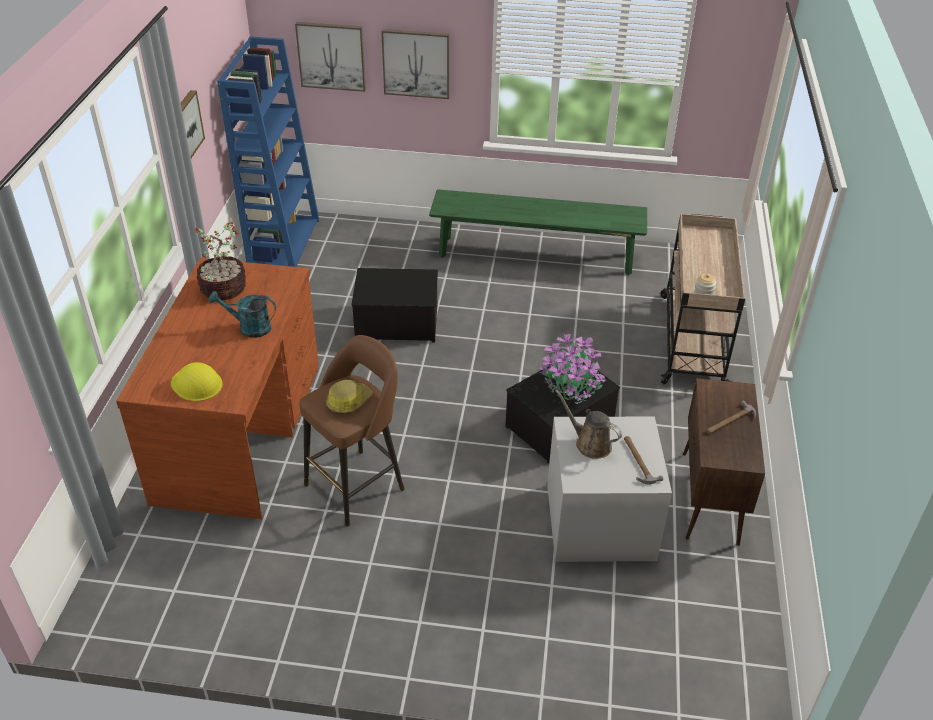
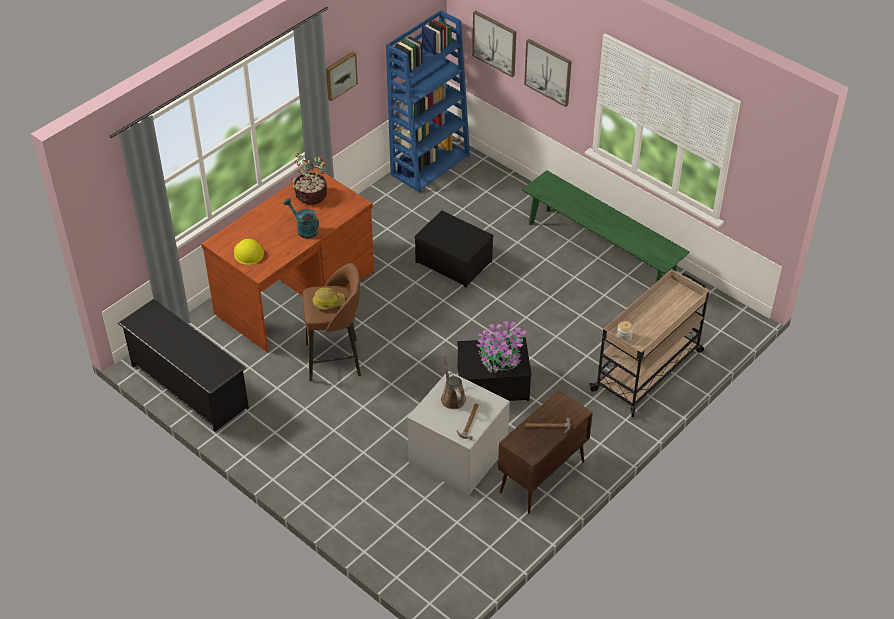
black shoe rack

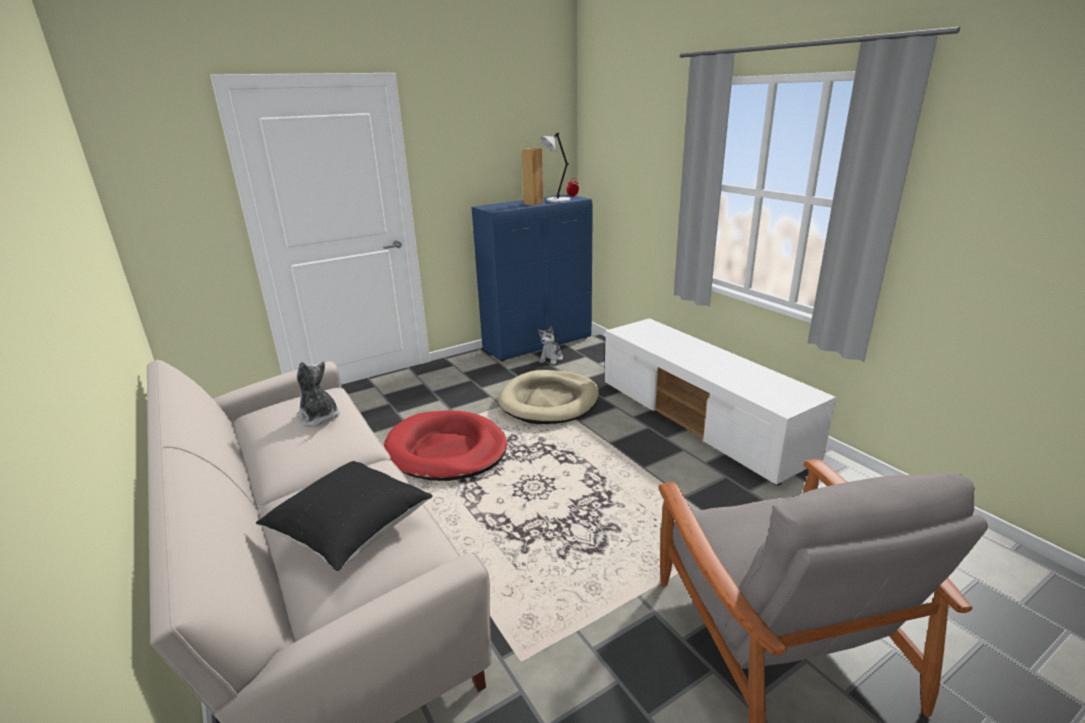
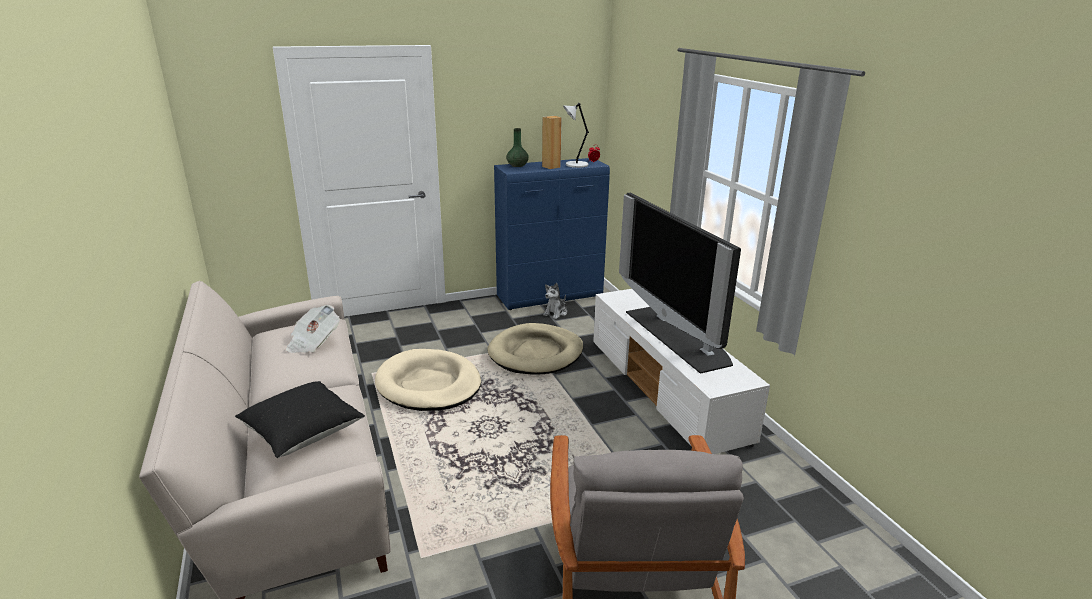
newspaper
beige dog bed (1st from left)
green vase
television

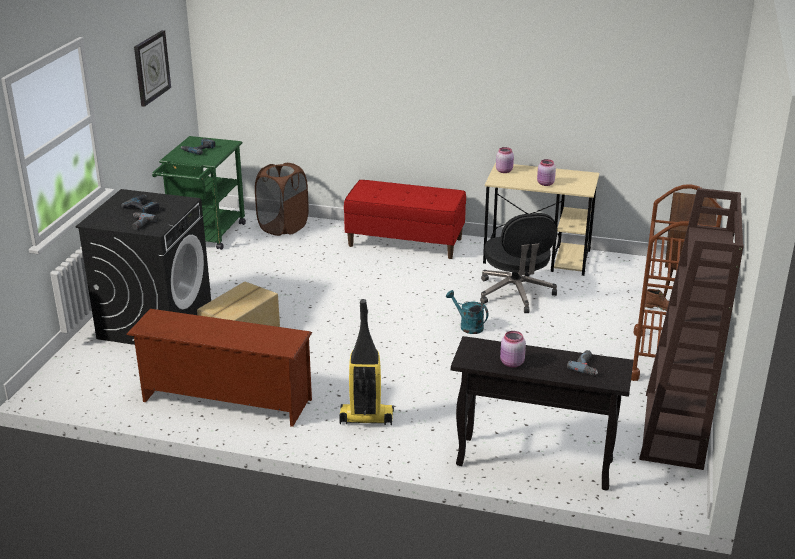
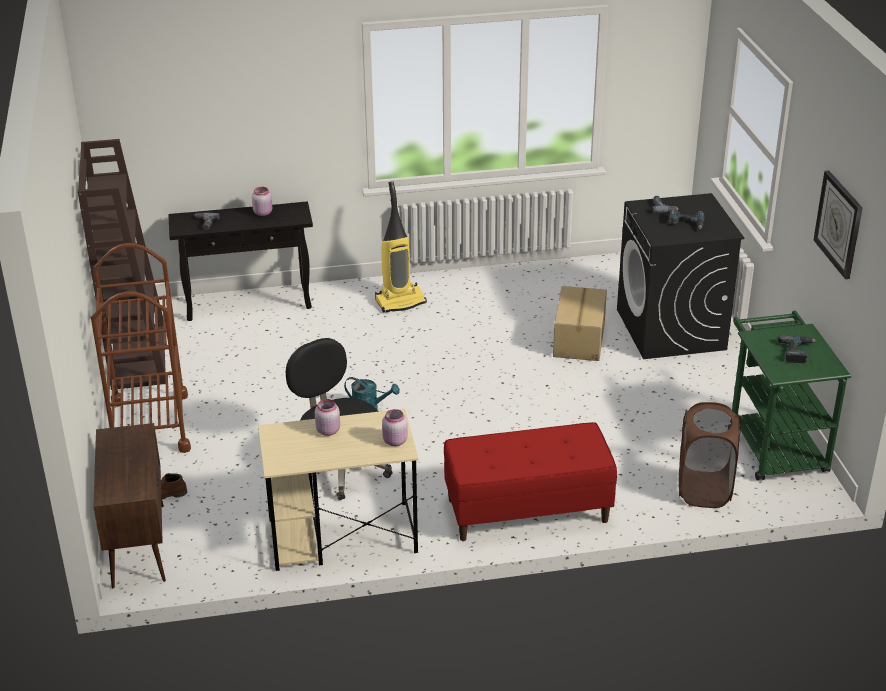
brown shoe rack

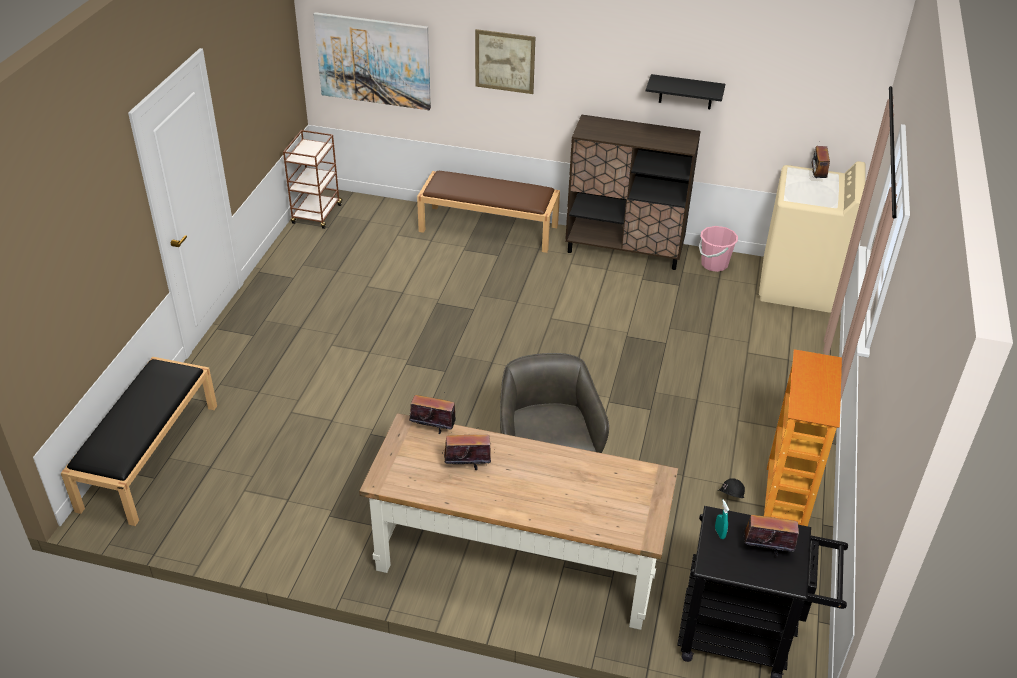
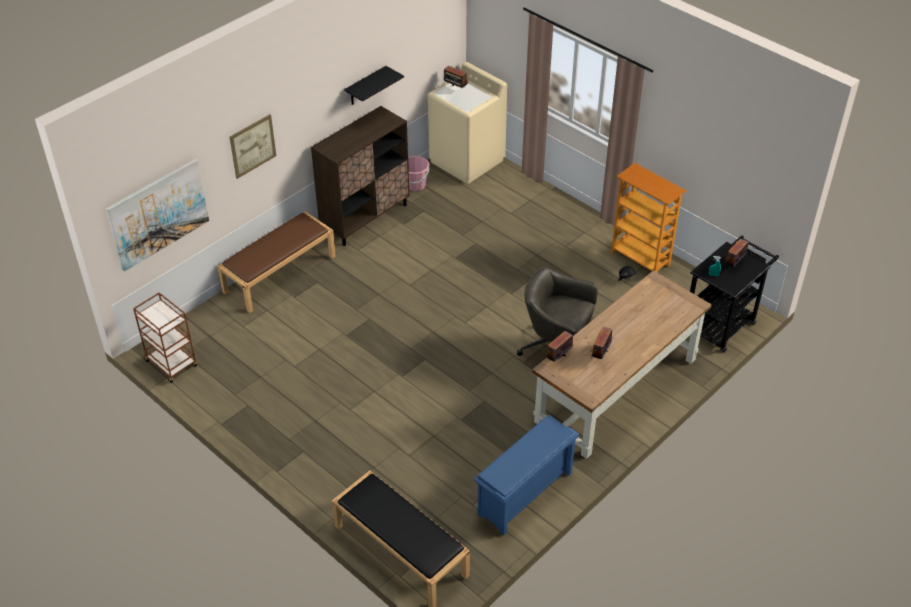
blue shoe rack

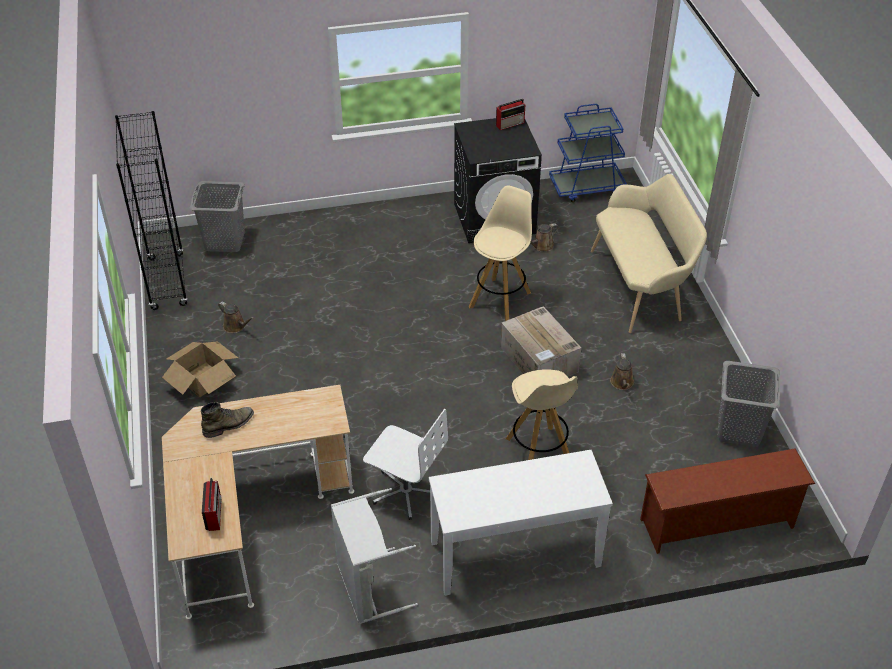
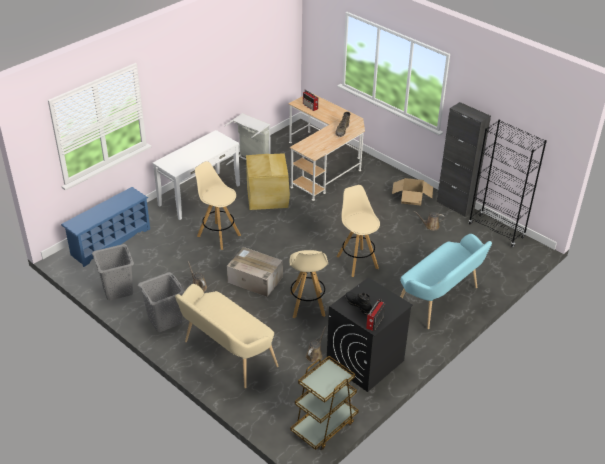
brown cart
grey laundry basket (2nd from left)
beige storage box
blue shoe rack
black cabinet
beige stool (3rd from left)
turquoise bench
black boot

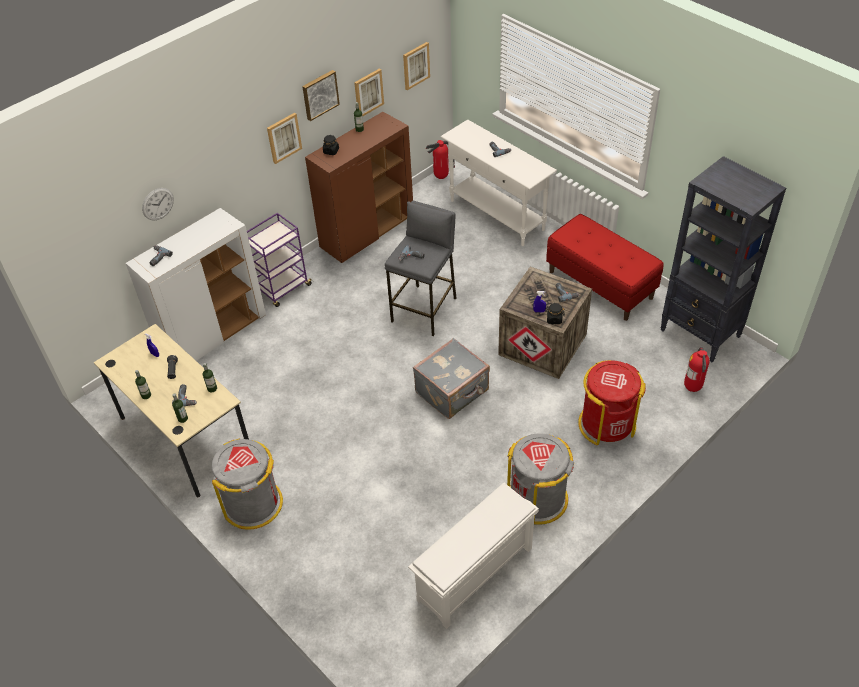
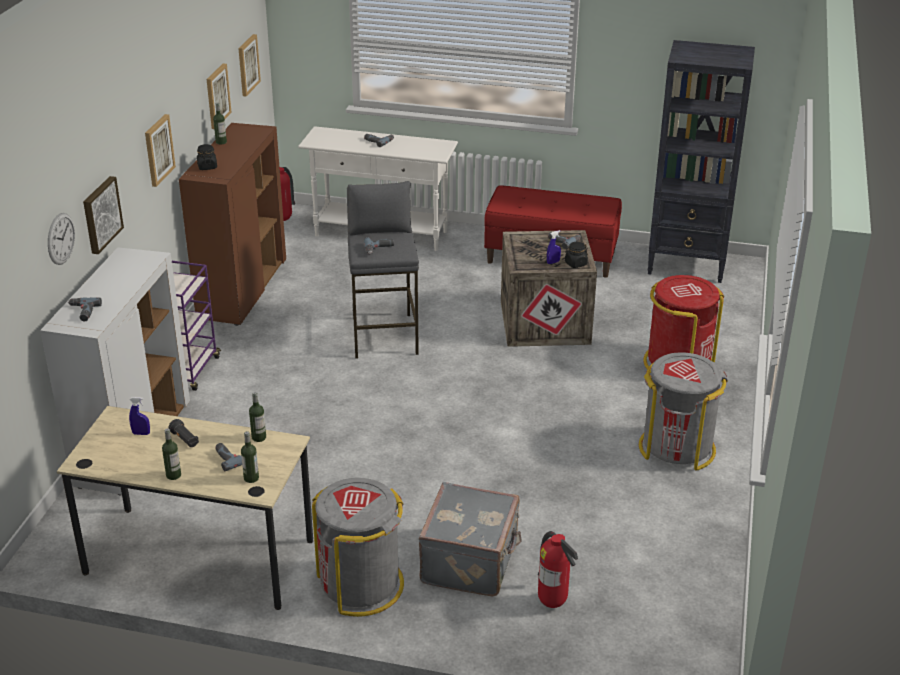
picture (1st from left)
grey suitcase
fire extinguisher (2nd from left)
white shoe rack

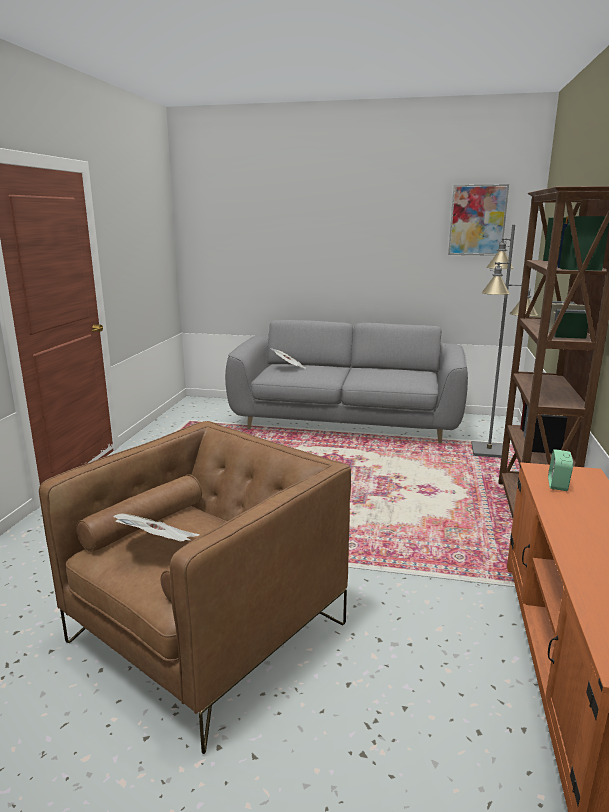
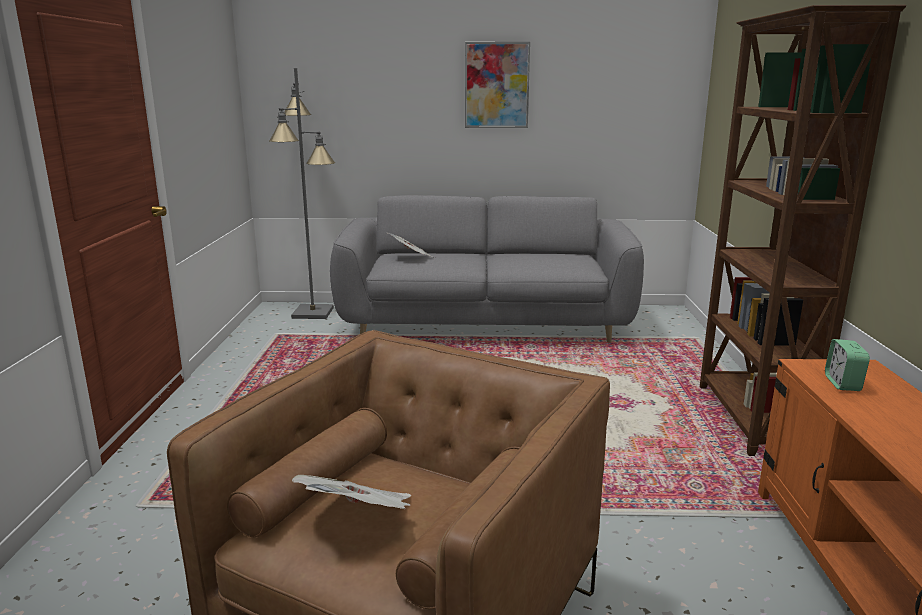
picture
grey floor lamp

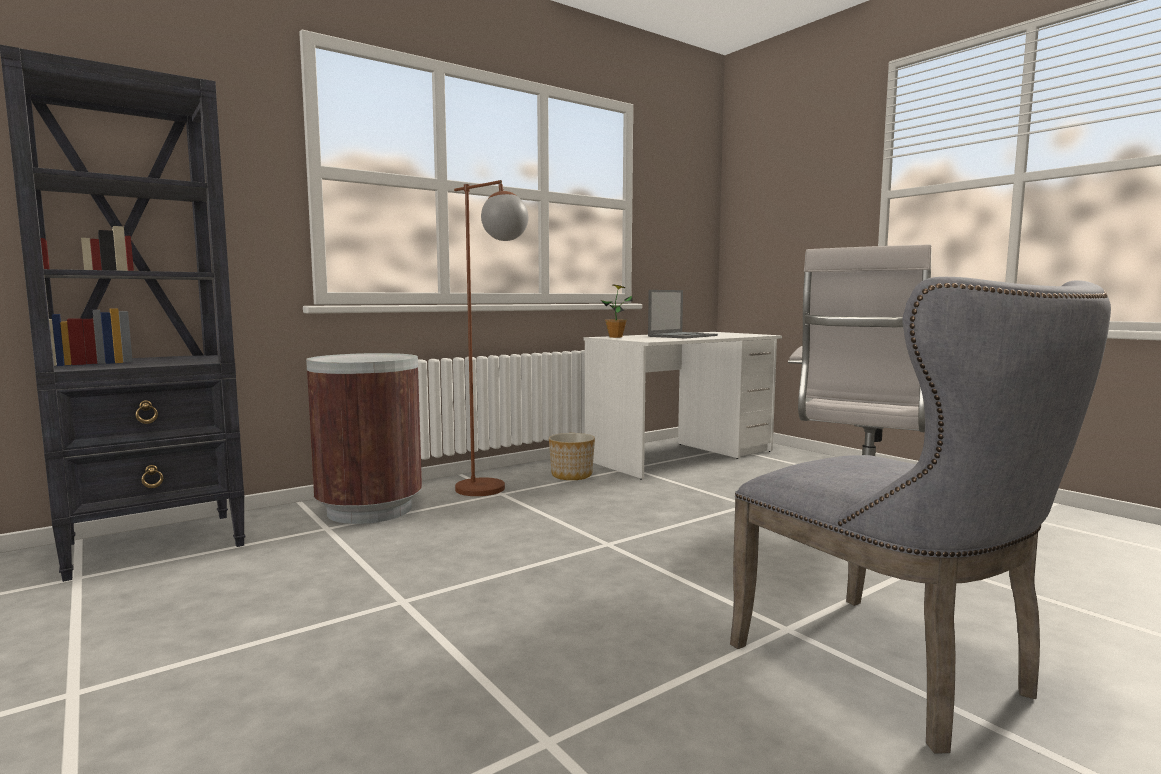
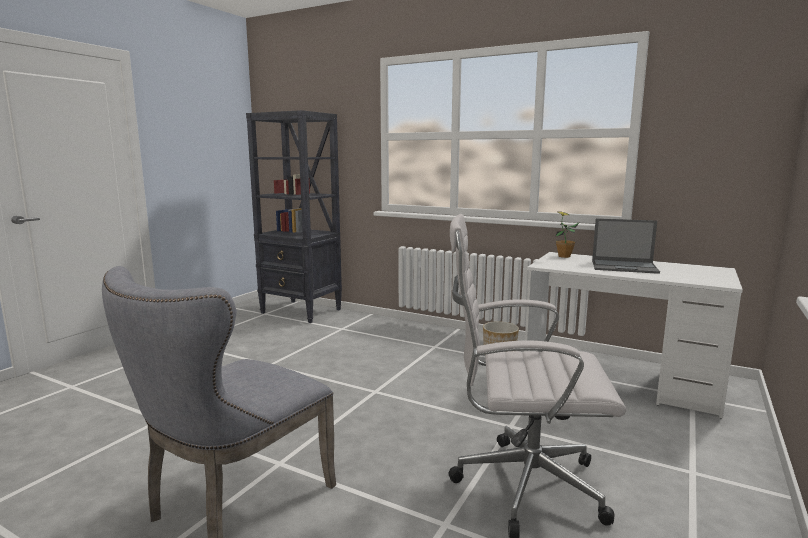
brown floor lamp
brown trash can

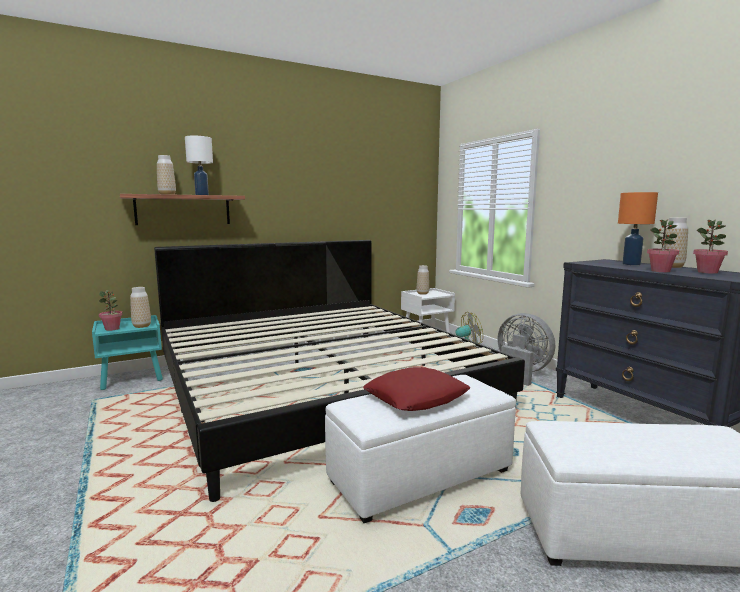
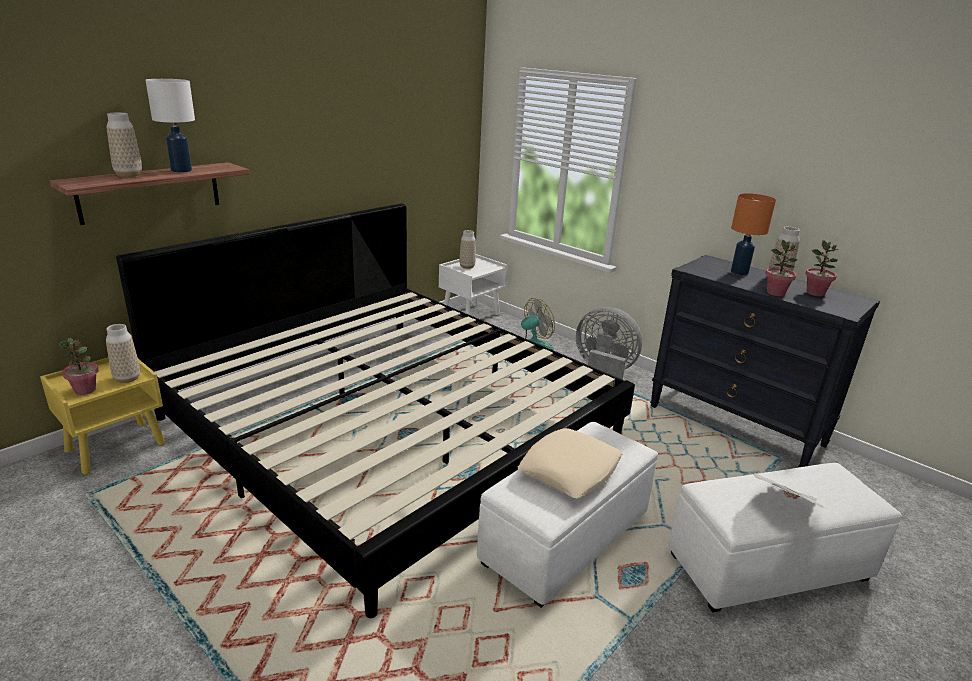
yellow nightstand
beige pillow
newspaper

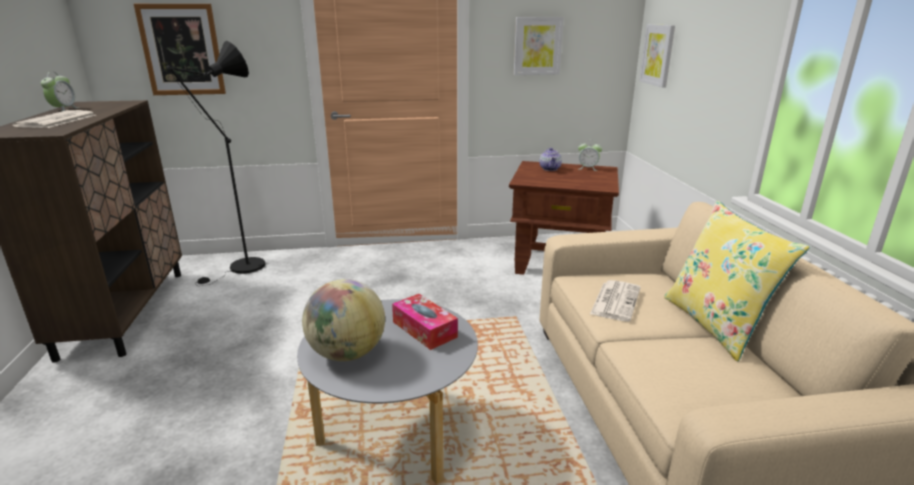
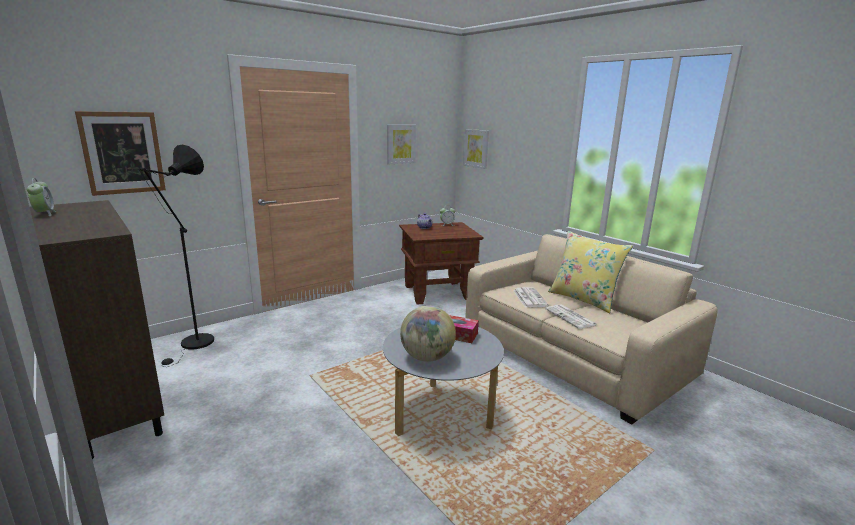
newspaper (2nd from left)

